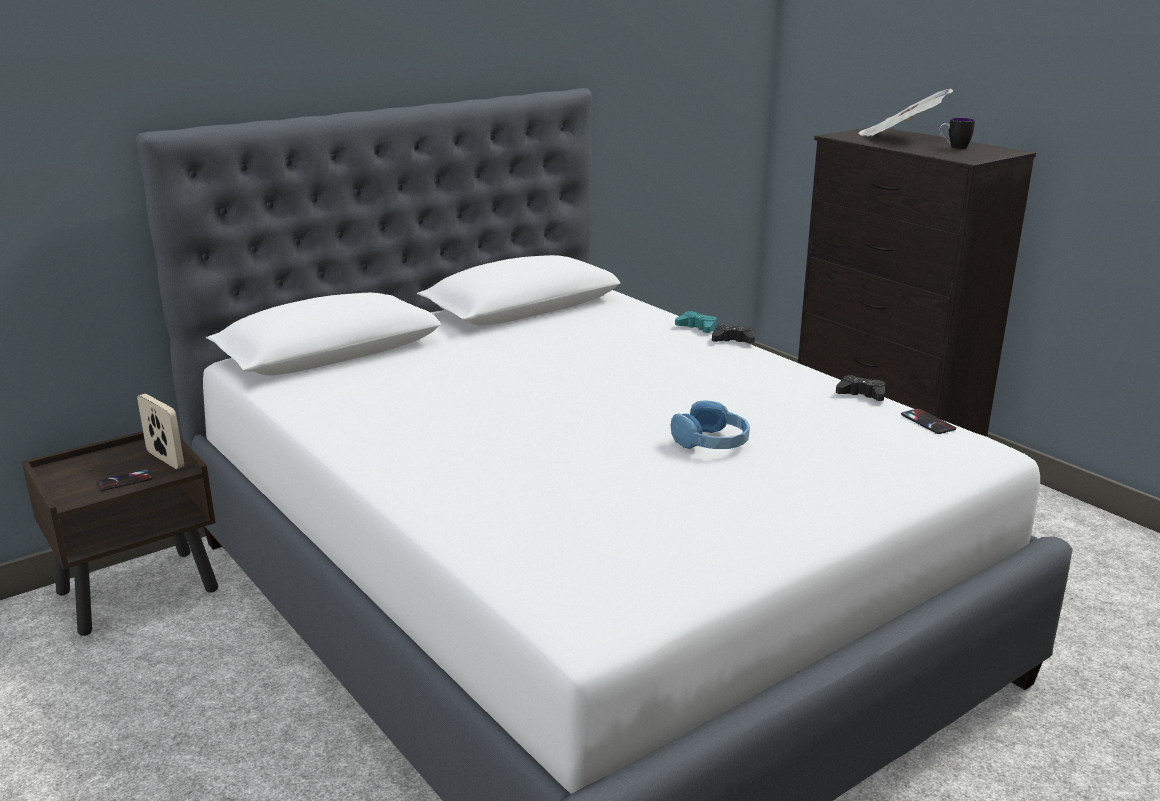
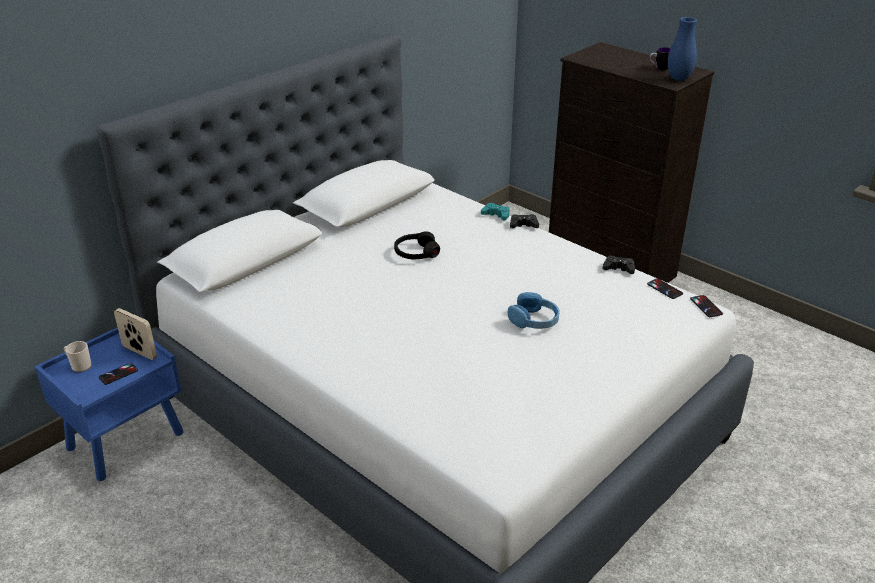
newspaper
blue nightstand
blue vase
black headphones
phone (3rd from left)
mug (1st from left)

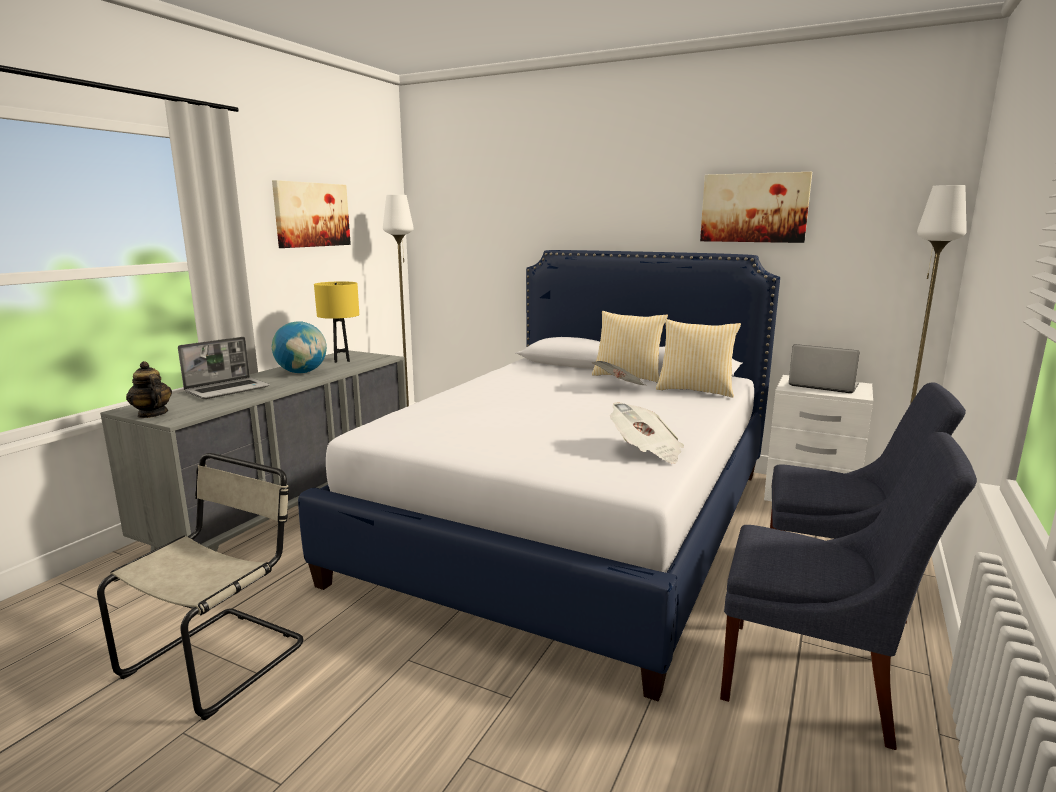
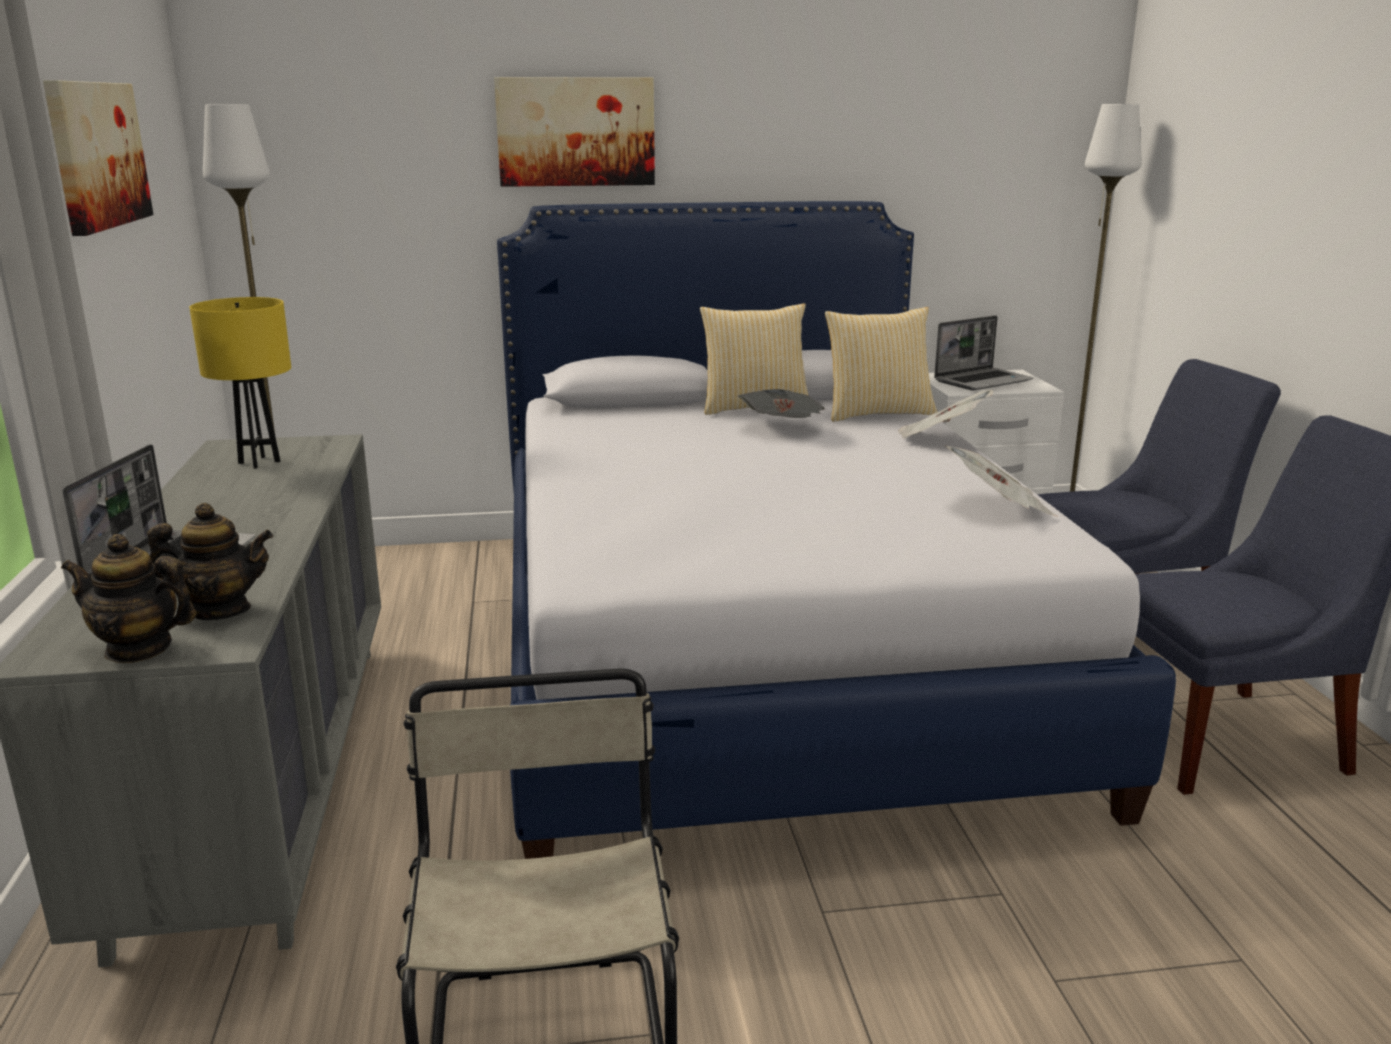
picture (2nd from left)
globe
laptop (2nd from left)
newspaper (2nd from left)
teapot (2nd from left)

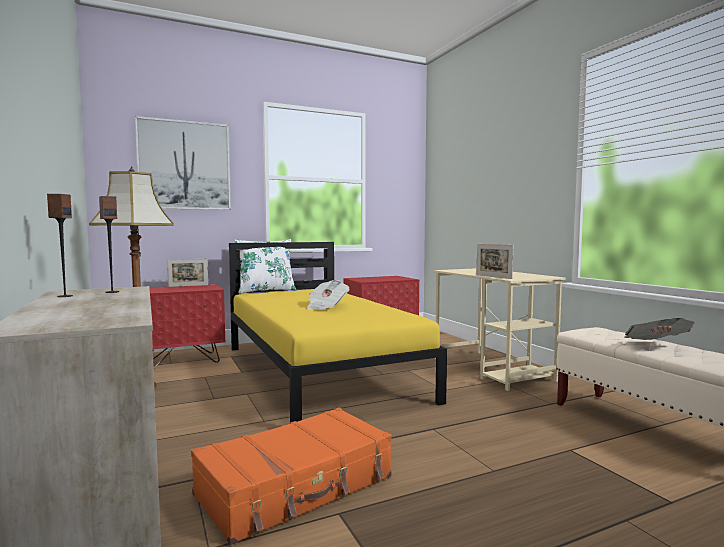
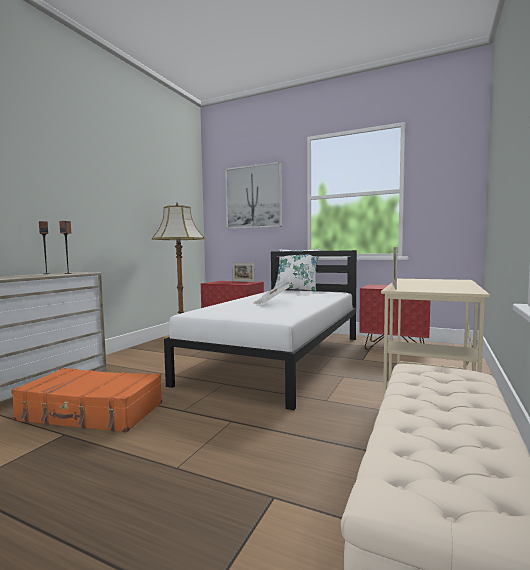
white bed
newspaper (2nd from left in the first image)

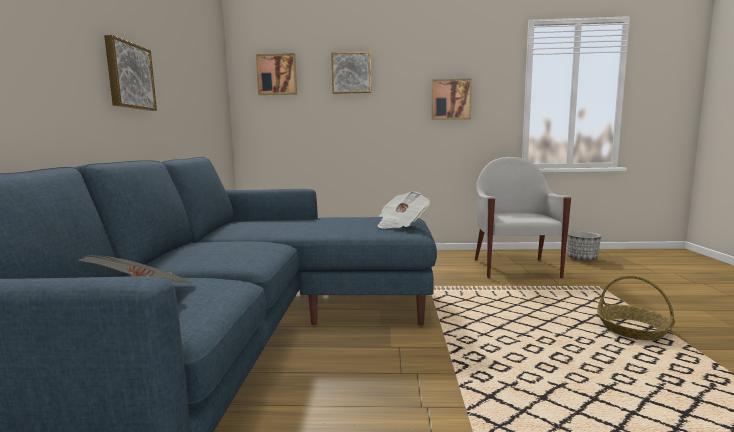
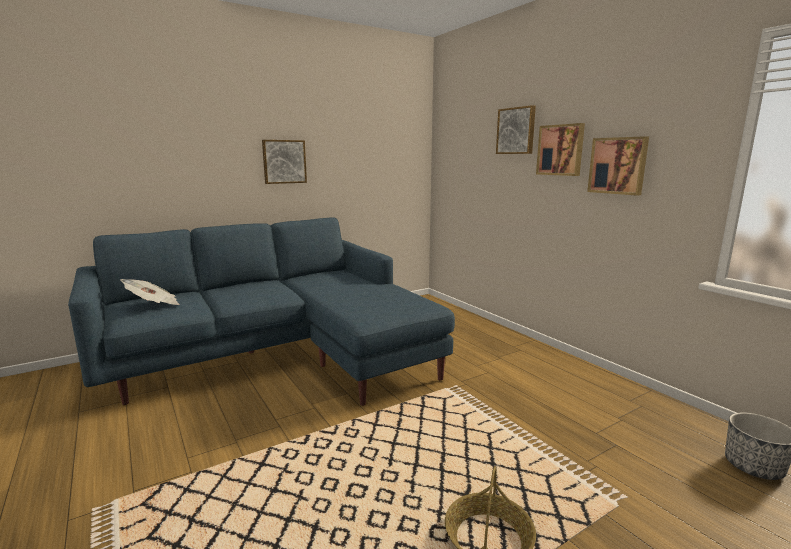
picture (3rd from left)
white armchair
newspaper (2nd from left in the first image)

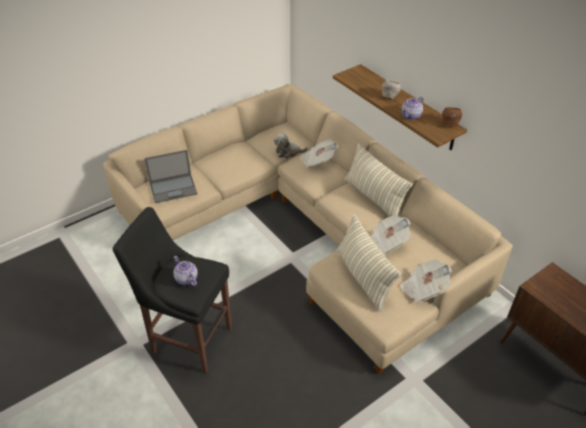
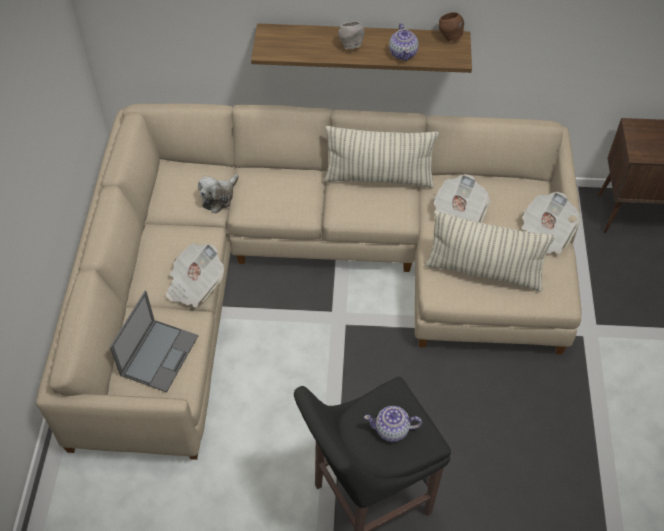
newspaper (1st from left)

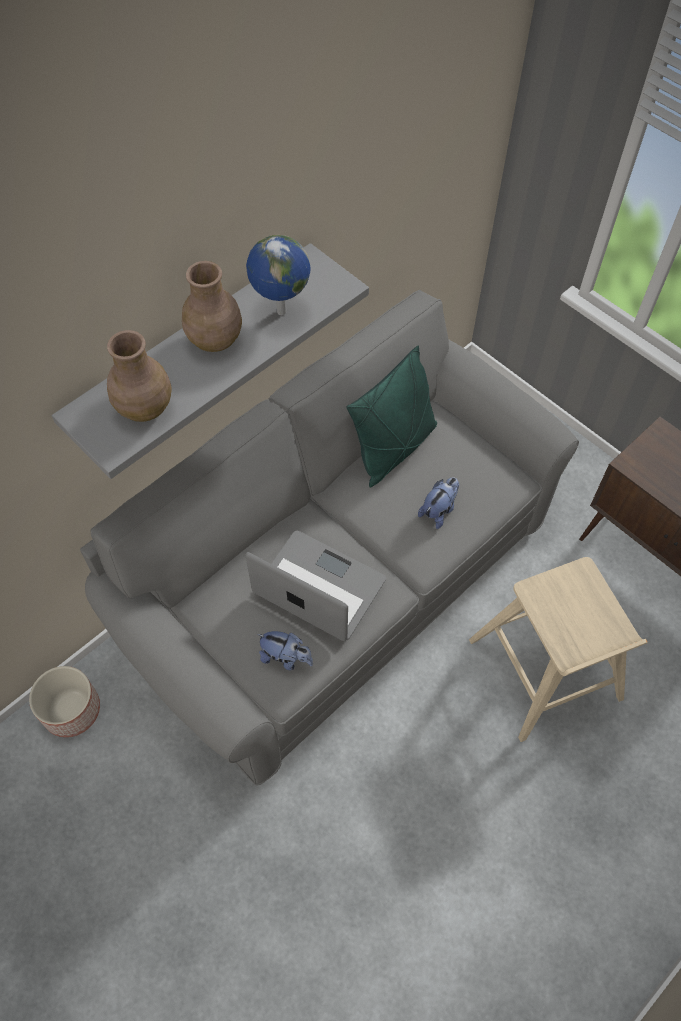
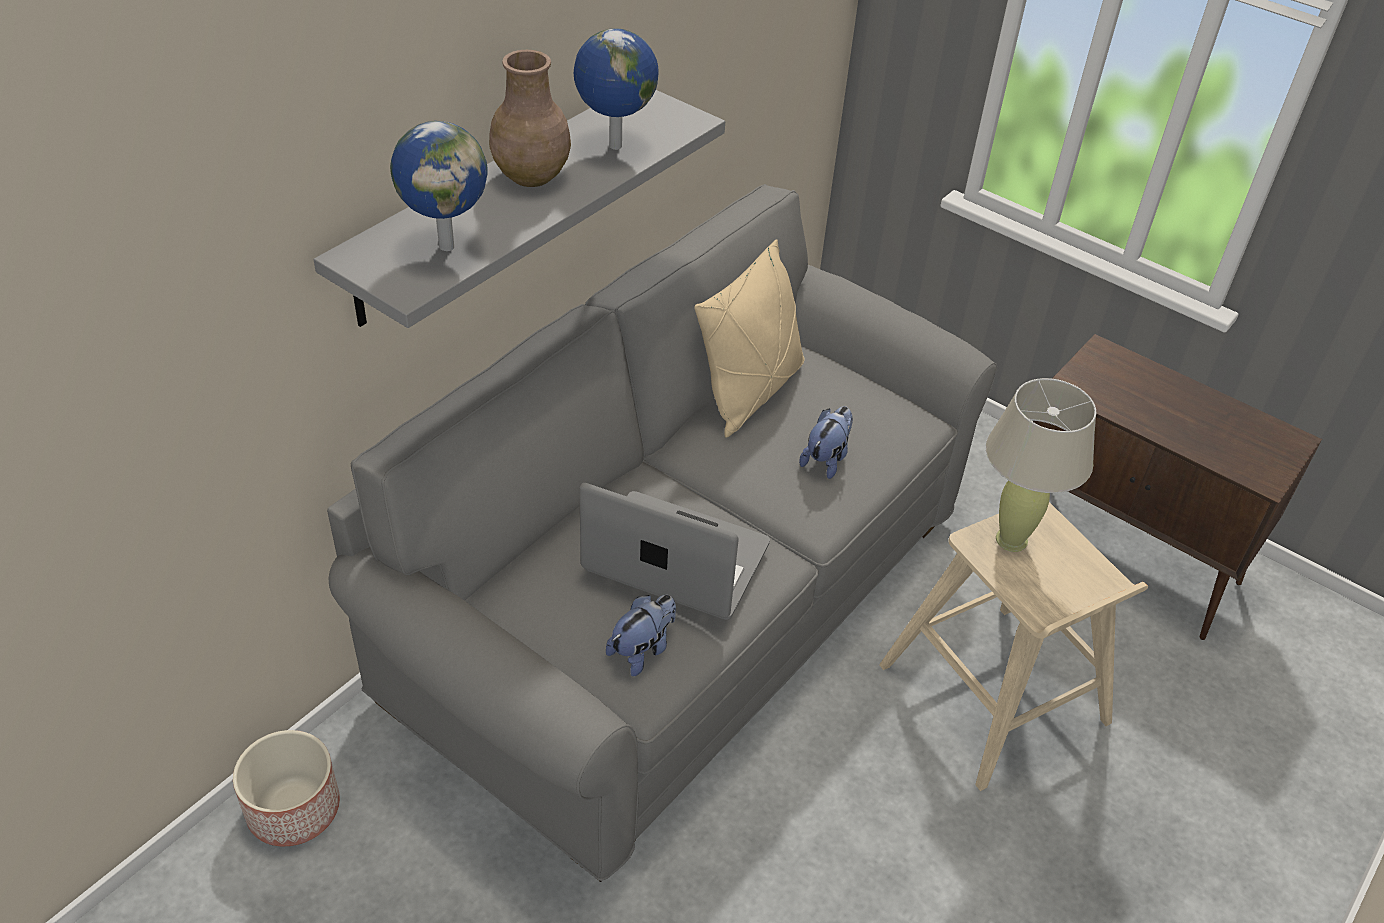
globe (1st from left)
beige pillow
plush toy (1st from left)
beige table lamp

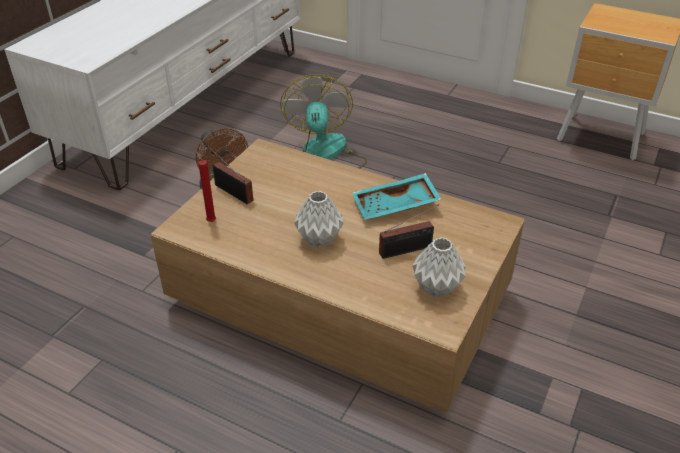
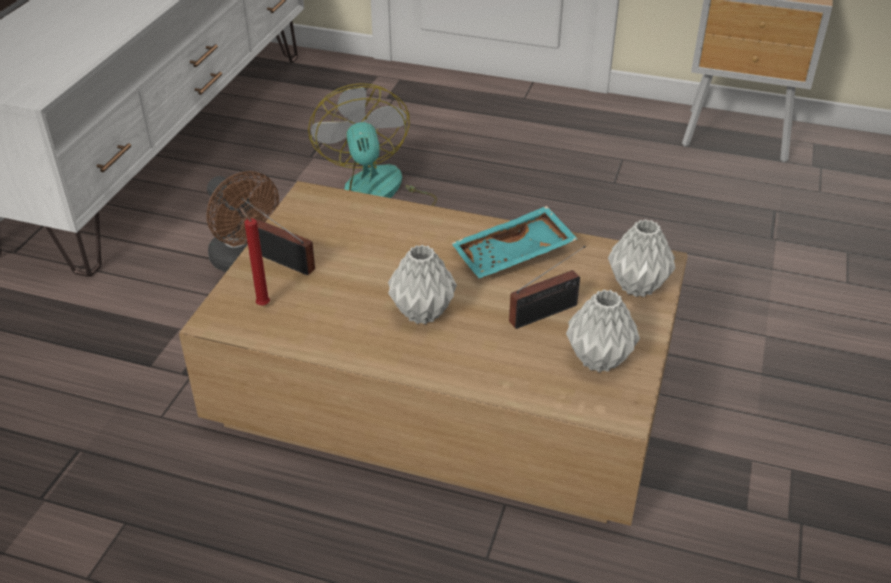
grey vase (3rd from left)

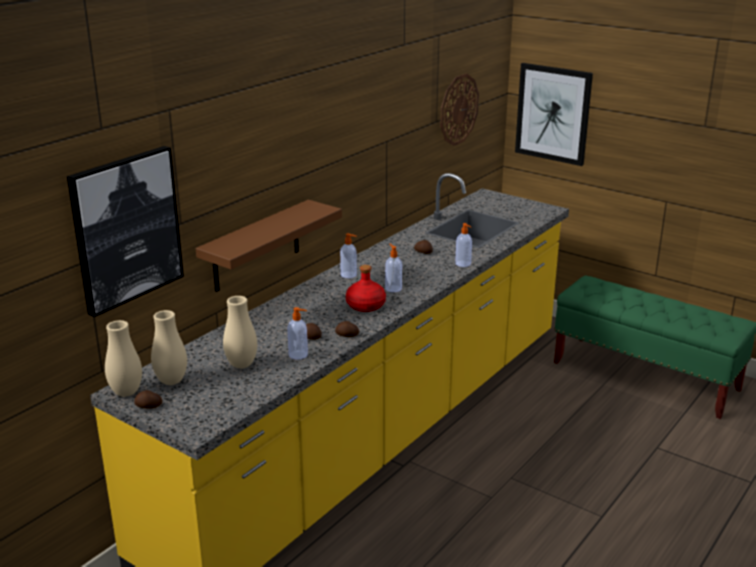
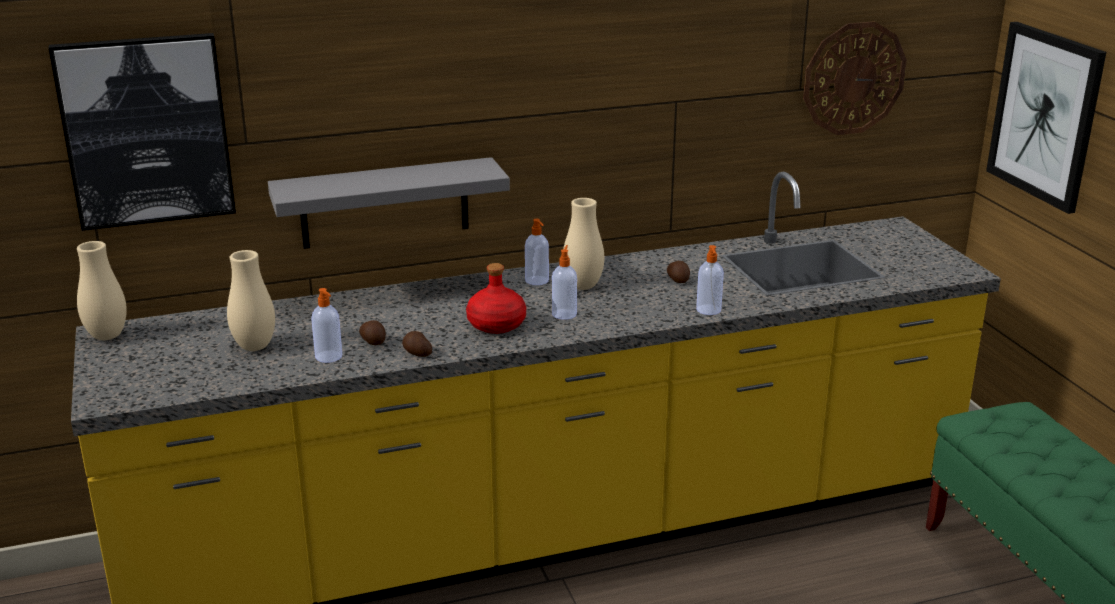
grey shelf
beige vase (3rd from left)
potato (1st from left in the first image)

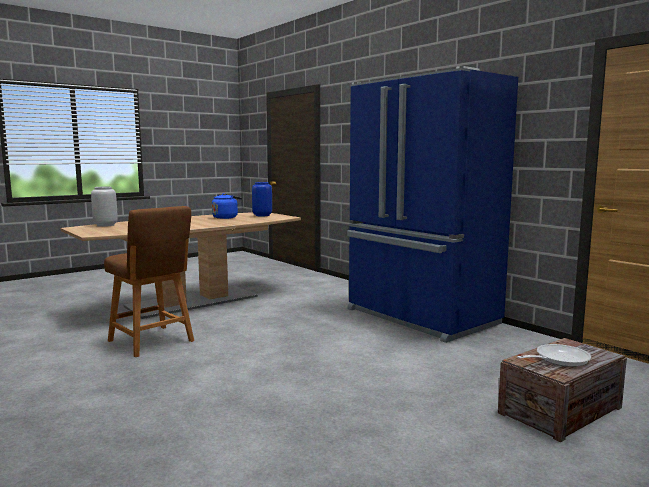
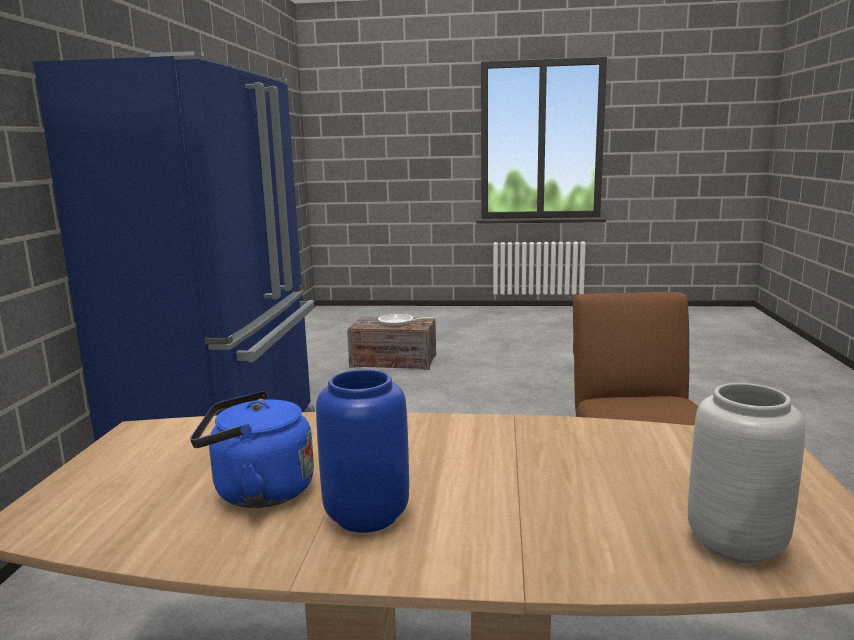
blue vase

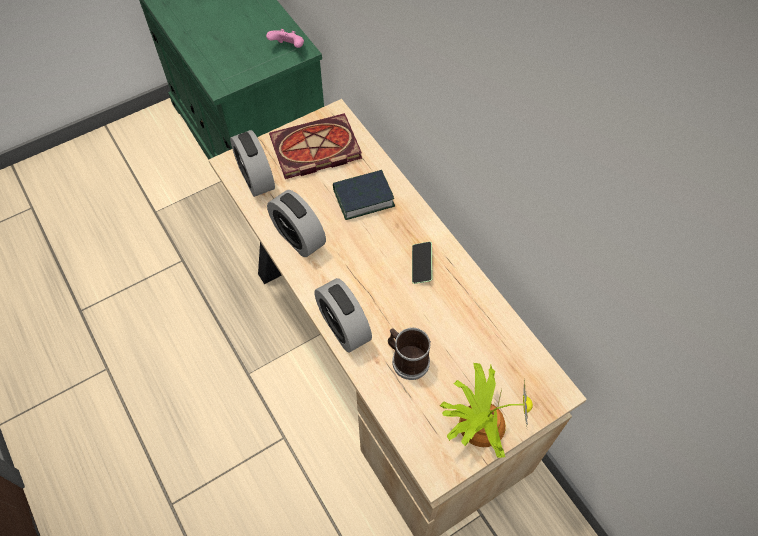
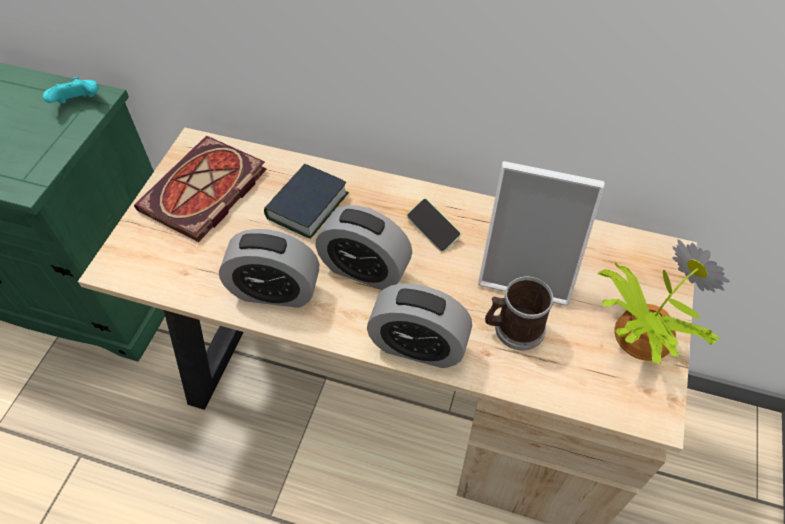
turquoise game controller
alarm clock (2nd from left)
picture frame

